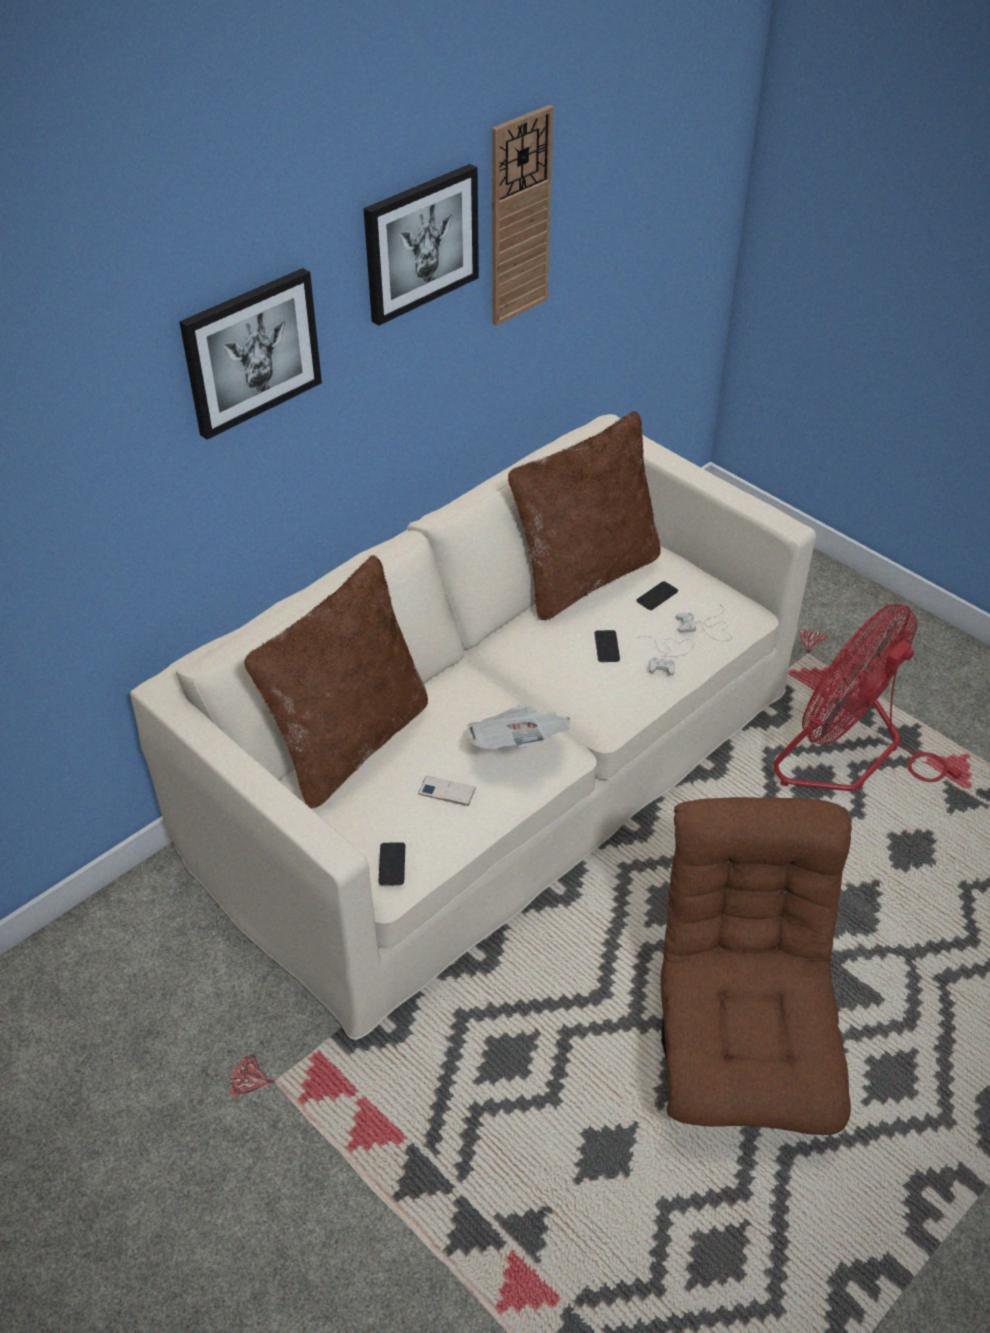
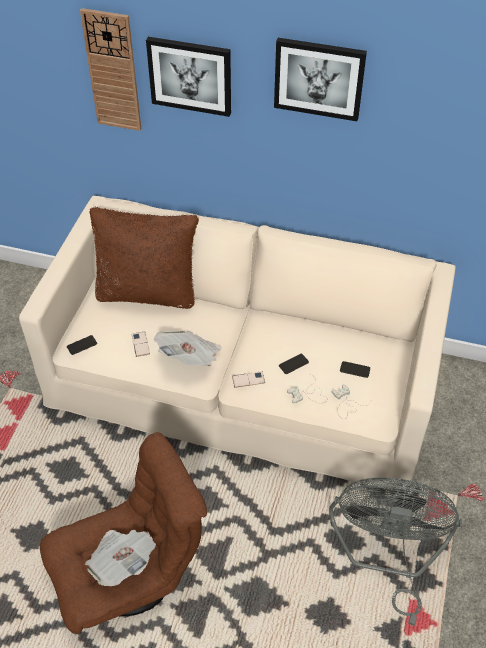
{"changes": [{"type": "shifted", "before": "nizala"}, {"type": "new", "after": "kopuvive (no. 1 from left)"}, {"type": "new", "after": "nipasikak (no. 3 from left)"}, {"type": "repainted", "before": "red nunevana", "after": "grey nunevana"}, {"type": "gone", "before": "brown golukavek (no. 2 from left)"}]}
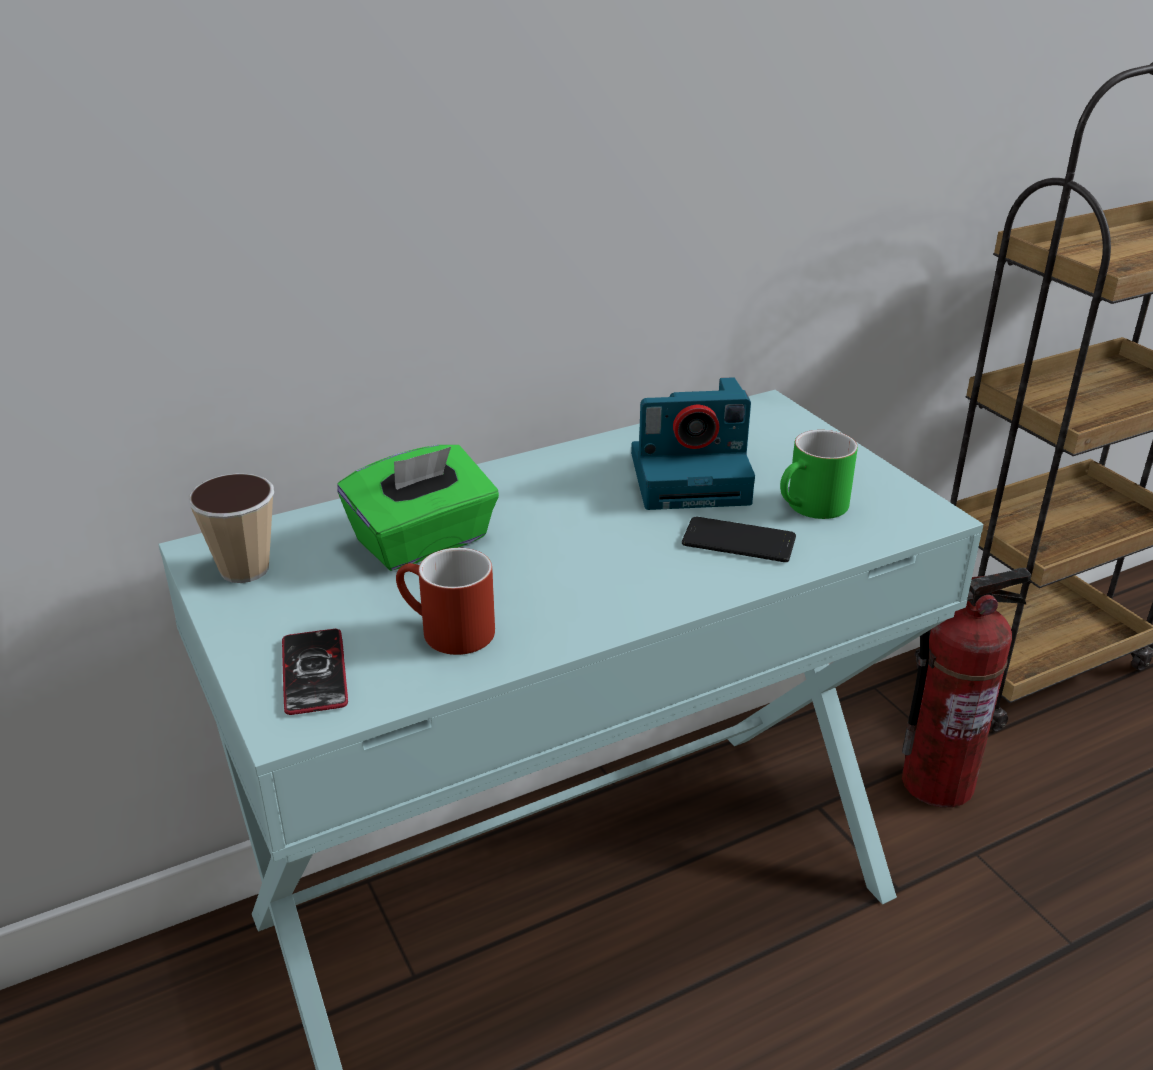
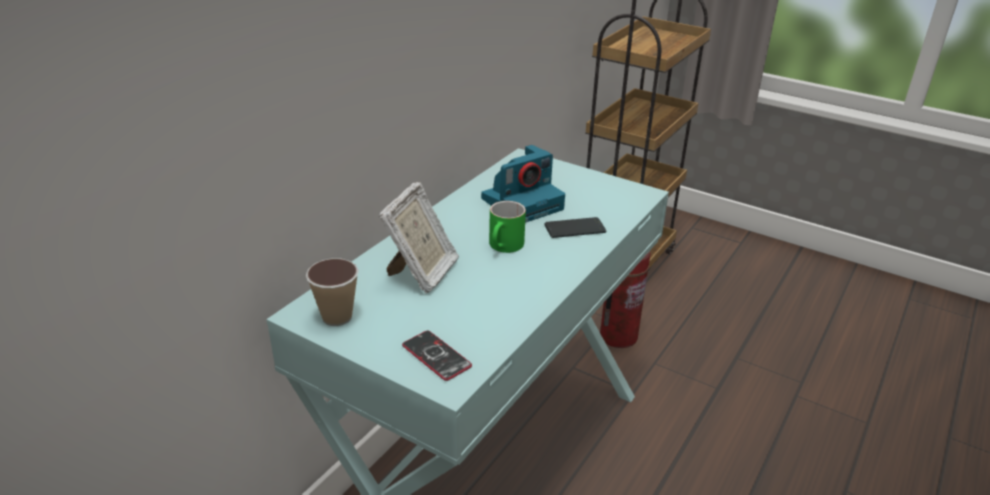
{"changes": [{"type": "swapped", "before": "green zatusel", "after": "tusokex"}, {"type": "shifted", "before": "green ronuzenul"}, {"type": "gone", "before": "red ronuzenul"}]}
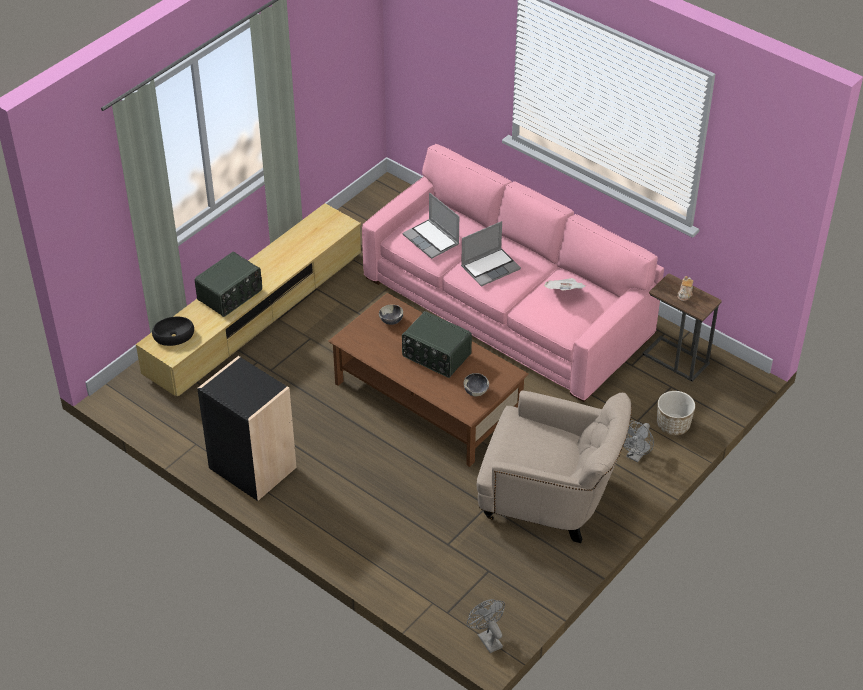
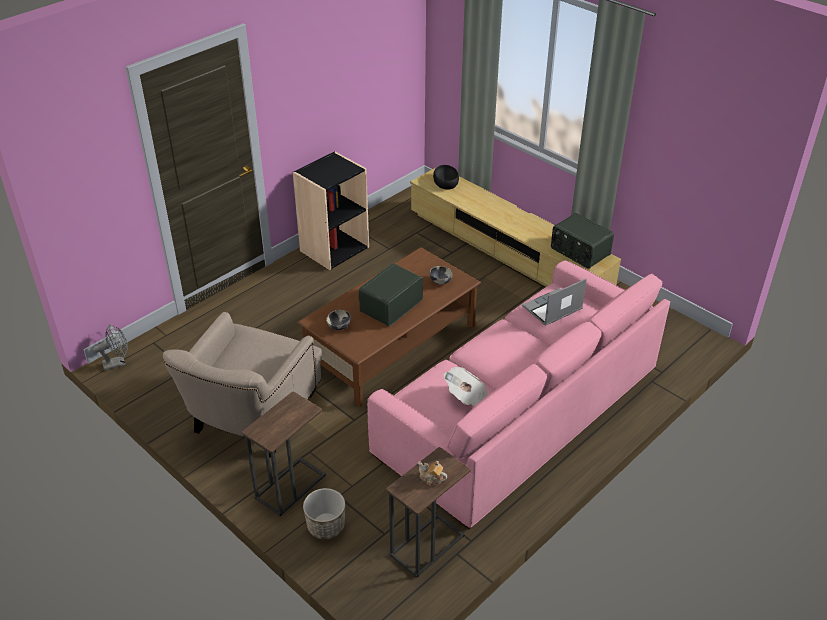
{"changes": [{"type": "swapped", "before": "grey nunevana (no. 2 from left)", "after": "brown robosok (no. 1 from left)"}, {"type": "shifted", "before": "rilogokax (no. 1 from left in the first image)", "after": "rilogokax (no. 2 from left)"}, {"type": "gone", "before": "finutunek (no. 2 from left)"}]}
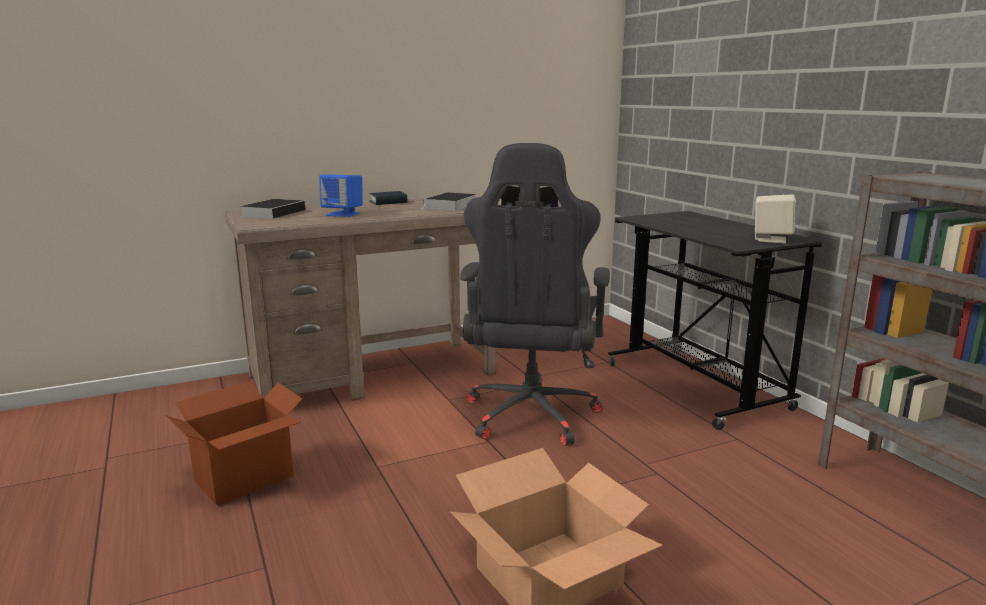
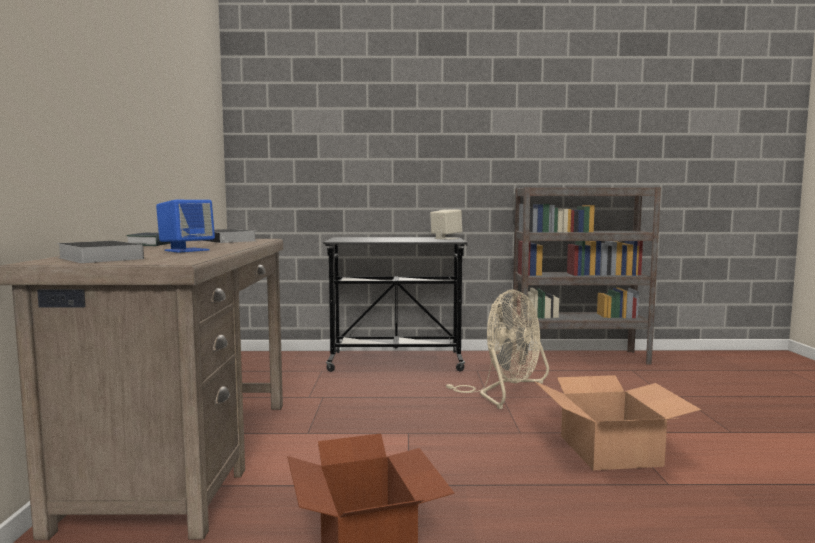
{"changes": [{"type": "new", "after": "beige nunevana"}, {"type": "gone", "before": "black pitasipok"}]}
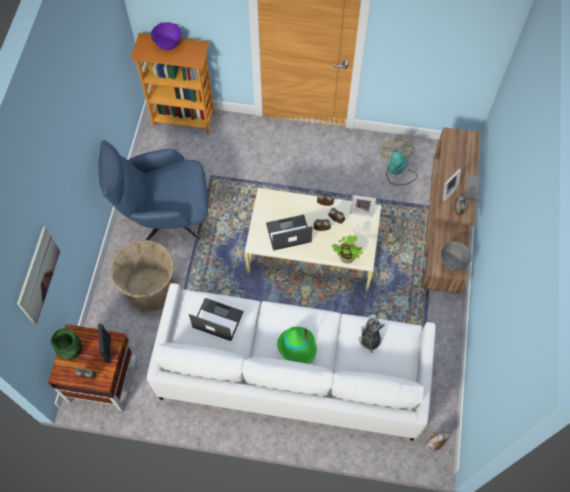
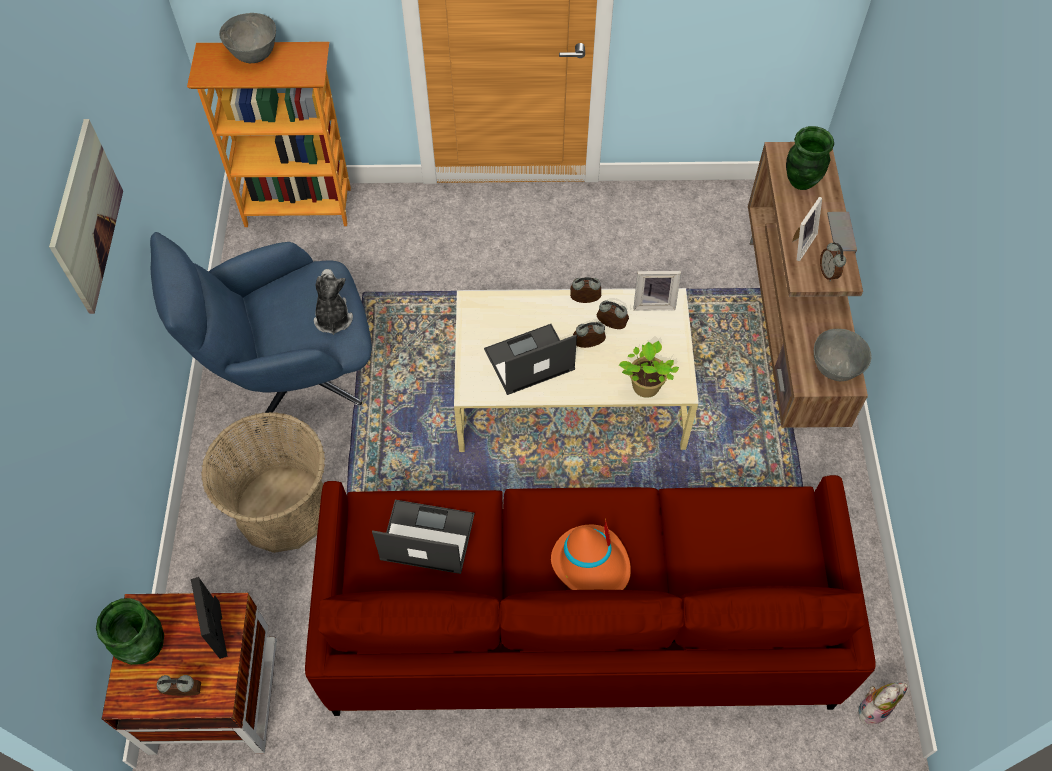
{"changes": [{"type": "shifted", "before": "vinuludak"}, {"type": "repainted", "before": "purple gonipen", "after": "grey gonipen (no. 1 from left)"}, {"type": "repainted", "before": "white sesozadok", "after": "red sesozadok"}, {"type": "shifted", "before": "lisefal (no. 1 from left)"}, {"type": "repainted", "before": "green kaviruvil", "after": "orange kaviruvil"}, {"type": "new", "after": "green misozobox (no. 2 from left)"}, {"type": "gone", "before": "nunevana"}]}
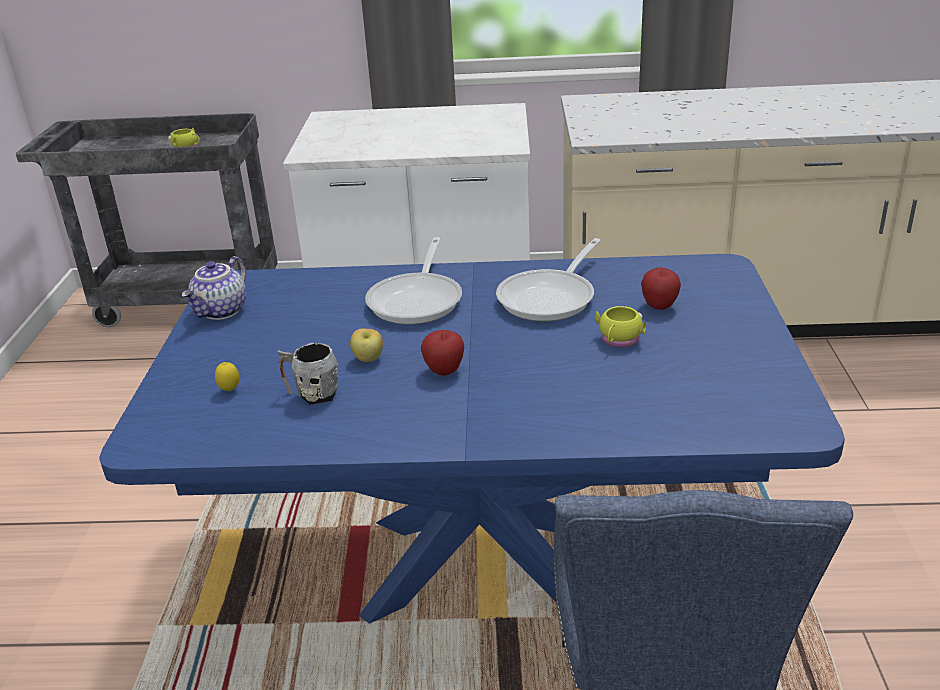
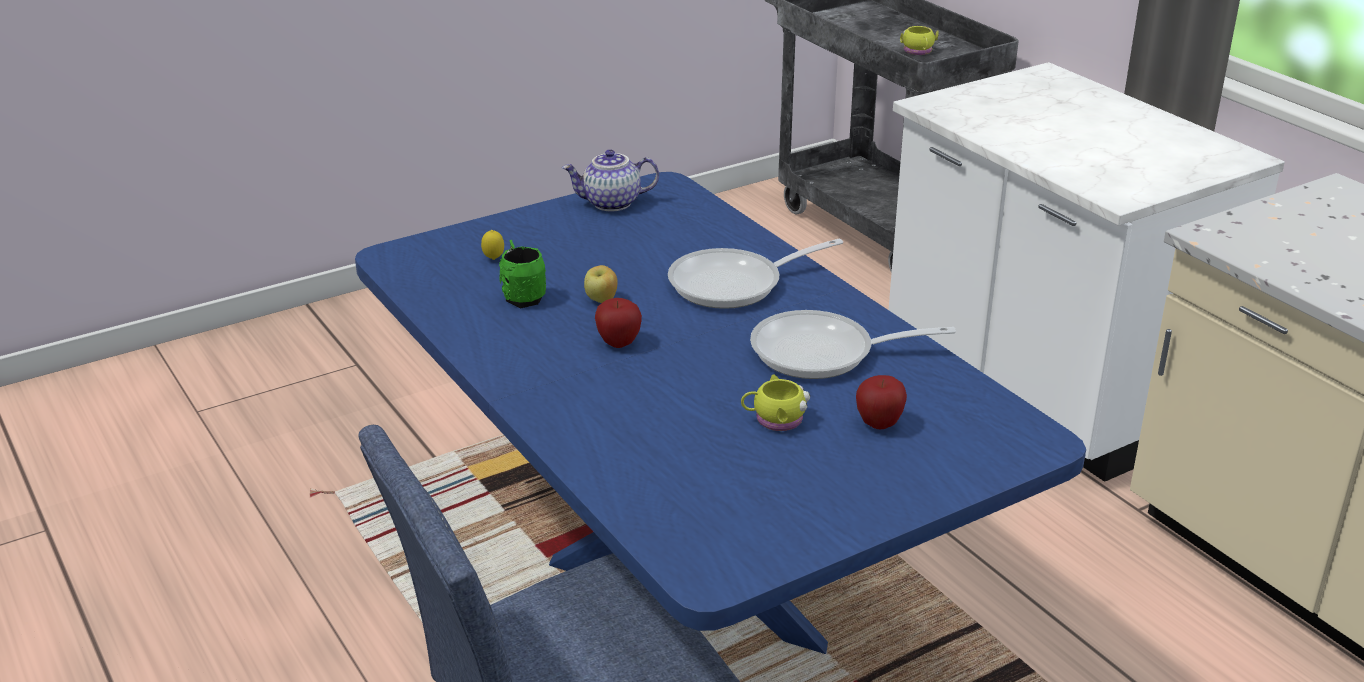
{"changes": [{"type": "repainted", "before": "grey ronuzenul", "after": "green ronuzenul"}]}
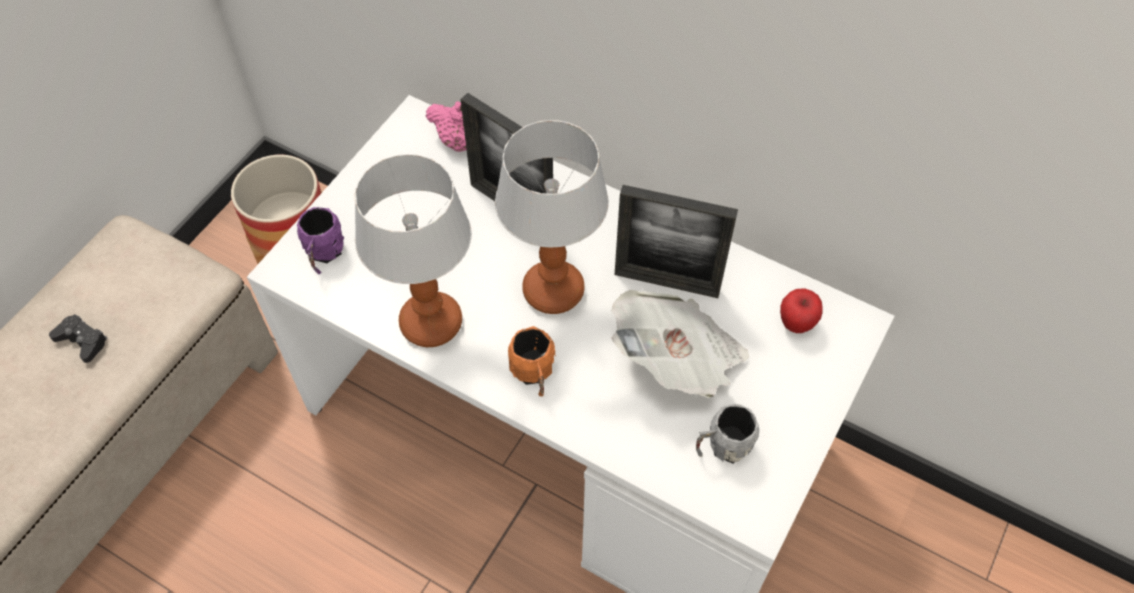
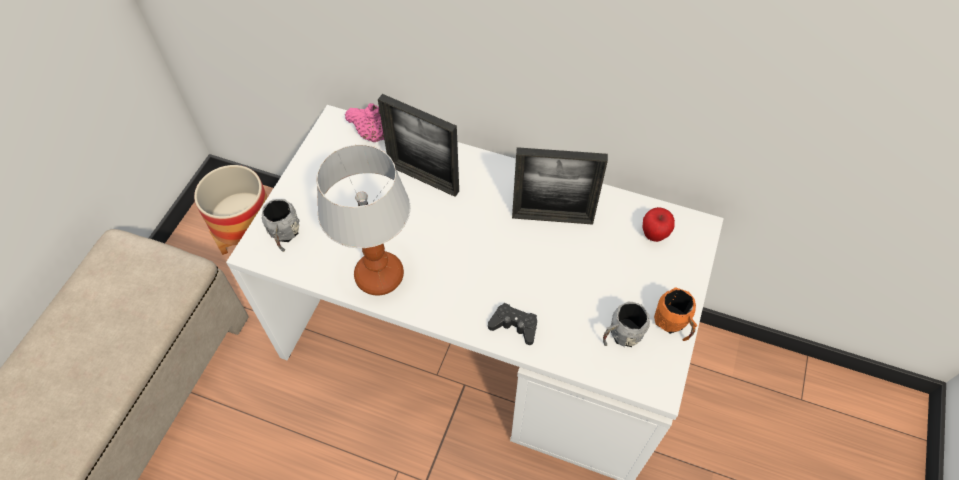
{"changes": [{"type": "repainted", "before": "purple ronuzenul", "after": "grey ronuzenul (no. 1 from left)"}, {"type": "shifted", "before": "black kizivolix"}, {"type": "shifted", "before": "orange ronuzenul"}, {"type": "gone", "before": "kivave (no. 2 from left)"}, {"type": "gone", "before": "kopuvive"}]}
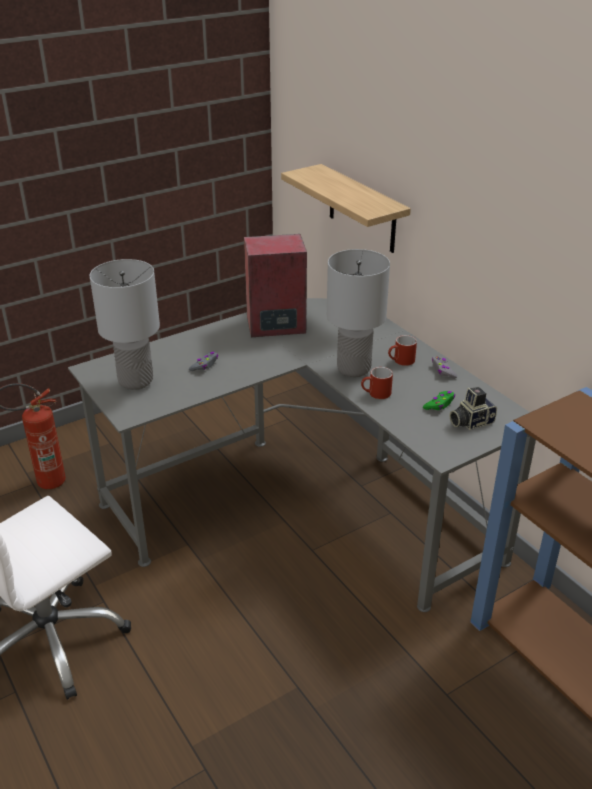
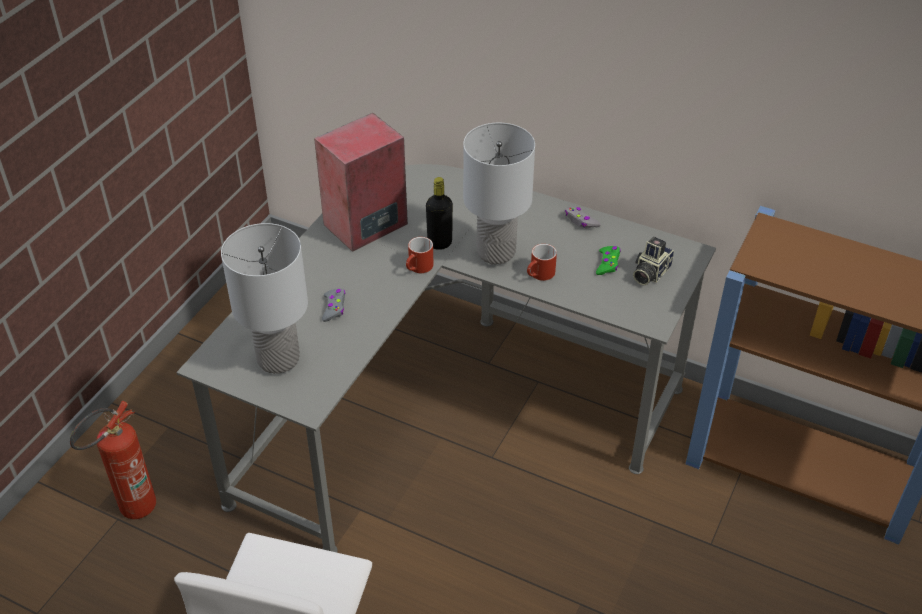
{"changes": [{"type": "shifted", "before": "red ronuzenul (no. 2 from left in the first image)", "after": "red ronuzenul (no. 1 from left)"}, {"type": "new", "after": "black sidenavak"}, {"type": "gone", "before": "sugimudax"}]}
